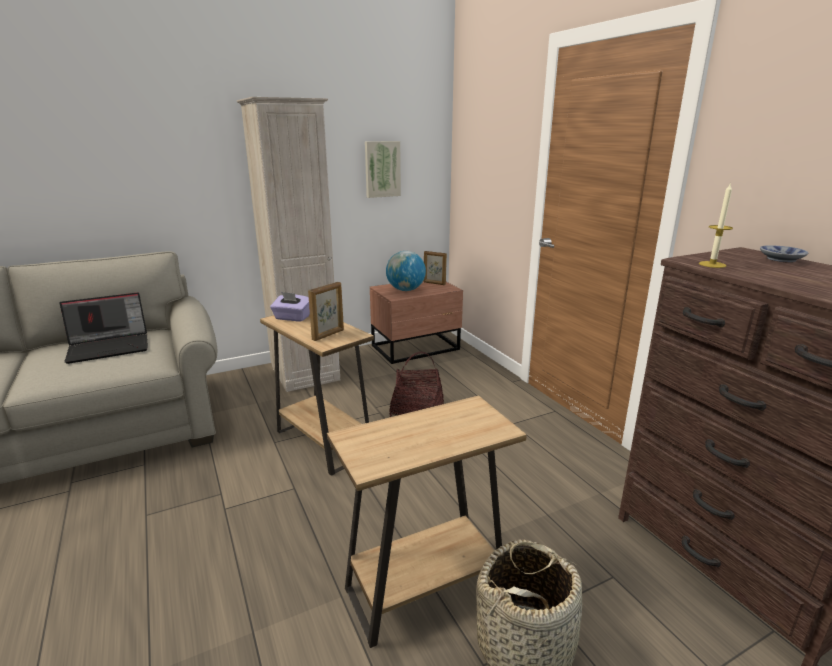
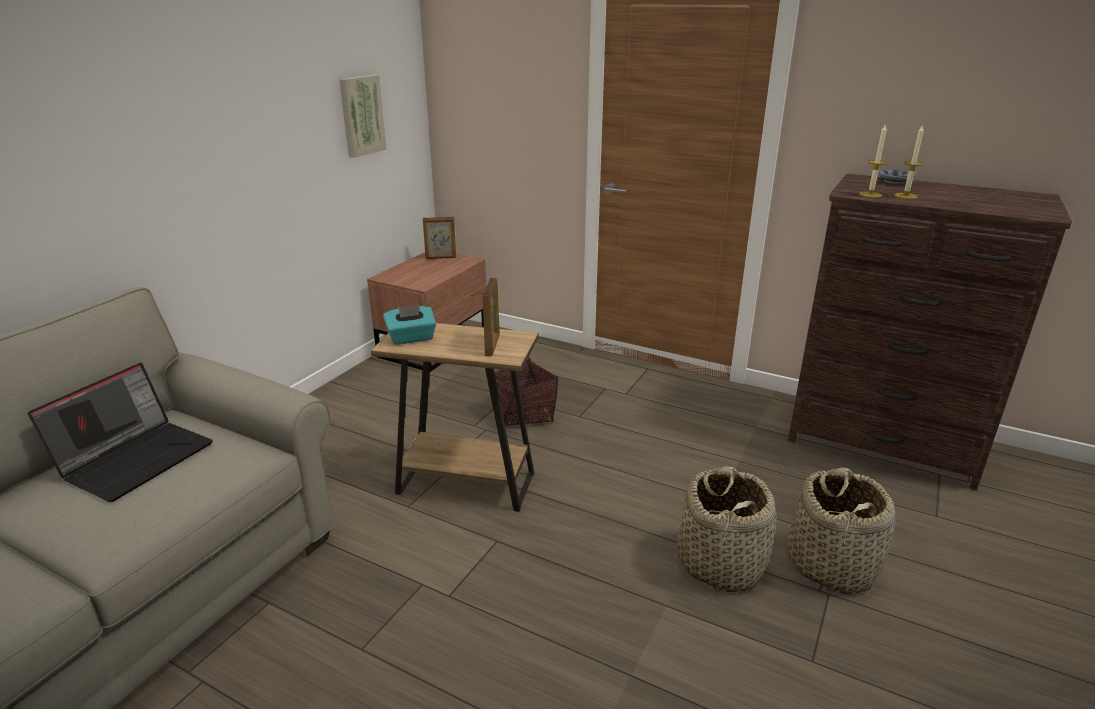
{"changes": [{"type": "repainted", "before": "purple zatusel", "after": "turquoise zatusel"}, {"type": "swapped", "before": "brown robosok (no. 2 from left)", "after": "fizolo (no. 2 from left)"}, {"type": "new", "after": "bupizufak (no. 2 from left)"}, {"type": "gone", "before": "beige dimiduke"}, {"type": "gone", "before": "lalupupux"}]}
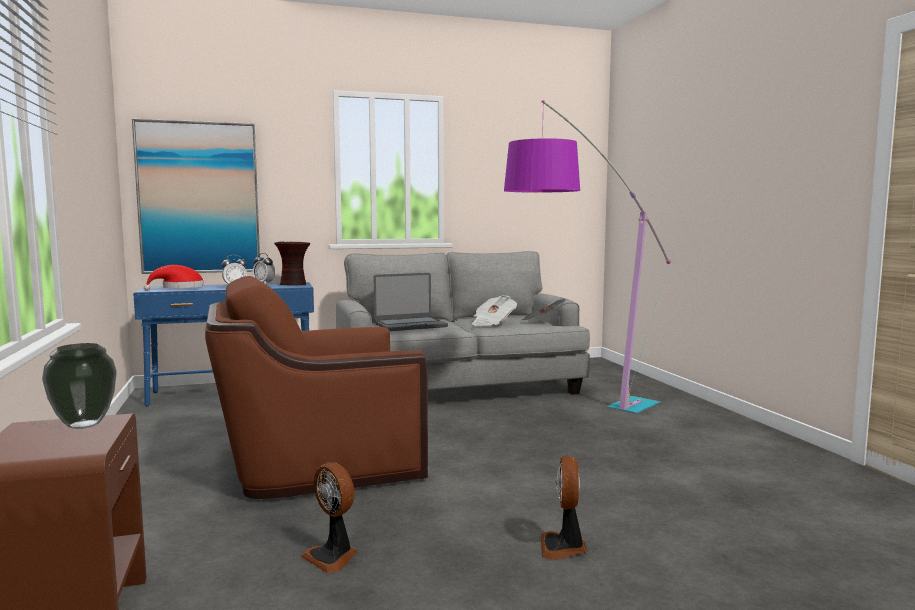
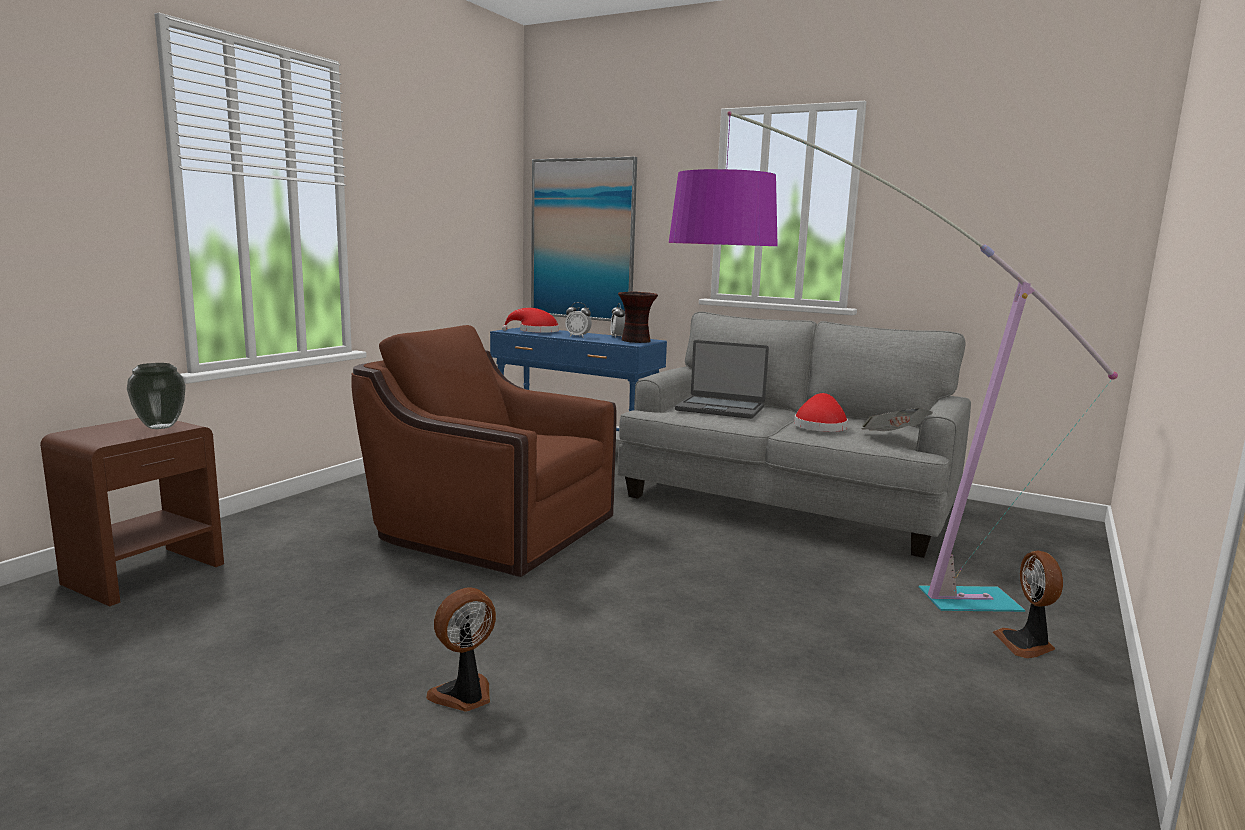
{"changes": [{"type": "swapped", "before": "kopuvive (no. 1 from left)", "after": "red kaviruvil (no. 2 from left)"}, {"type": "shifted", "before": "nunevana (no. 1 from left in the first image)", "after": "nunevana (no. 2 from left)"}]}
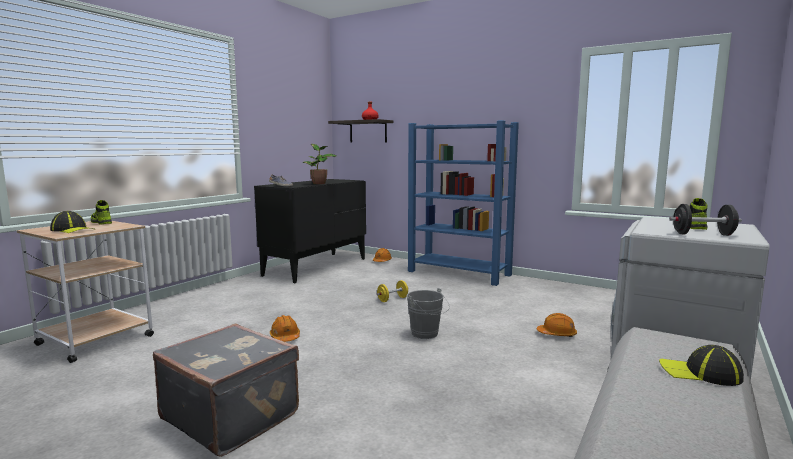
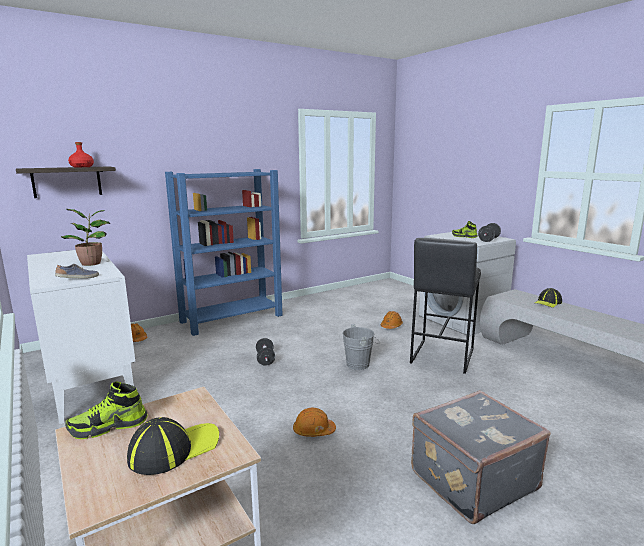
{"changes": [{"type": "repainted", "before": "black dimiduke", "after": "white dimiduke"}, {"type": "repainted", "before": "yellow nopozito", "after": "black nopozito (no. 1 from left)"}, {"type": "new", "after": "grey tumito"}]}
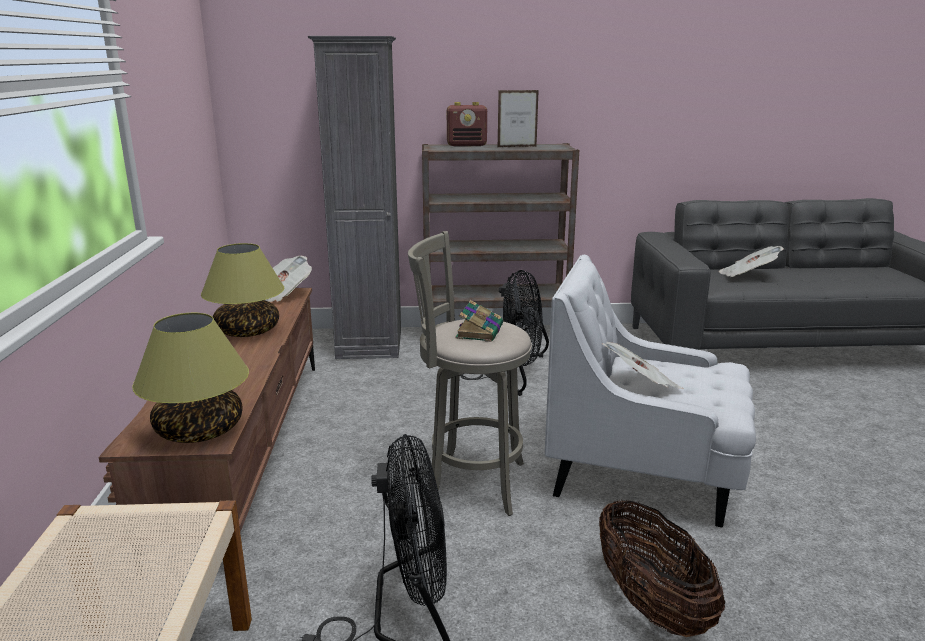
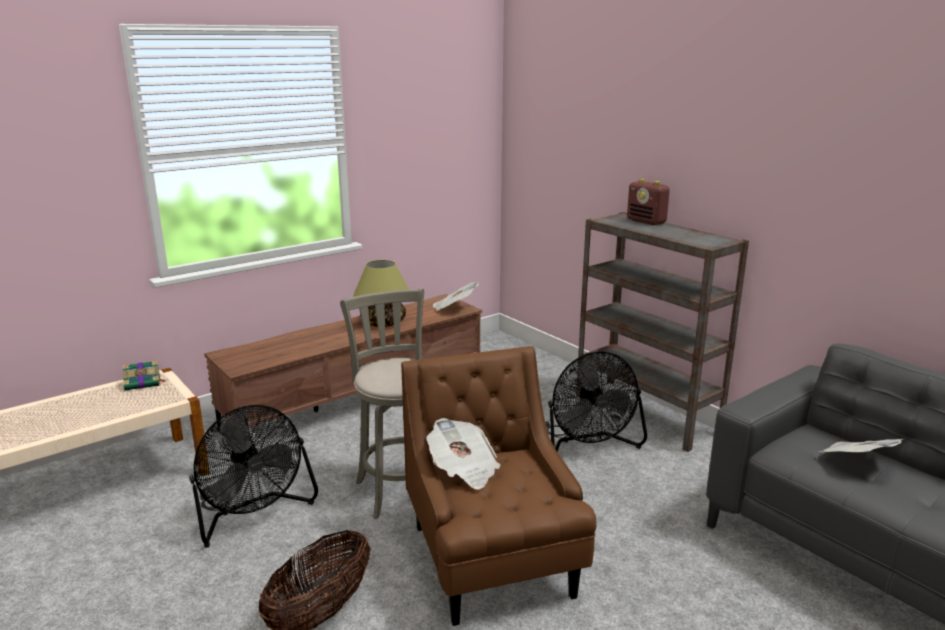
{"changes": [{"type": "shifted", "before": "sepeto"}, {"type": "repainted", "before": "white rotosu", "after": "brown rotosu"}, {"type": "gone", "before": "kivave (no. 1 from left)"}, {"type": "gone", "before": "grey dimiduke"}, {"type": "gone", "before": "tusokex"}]}
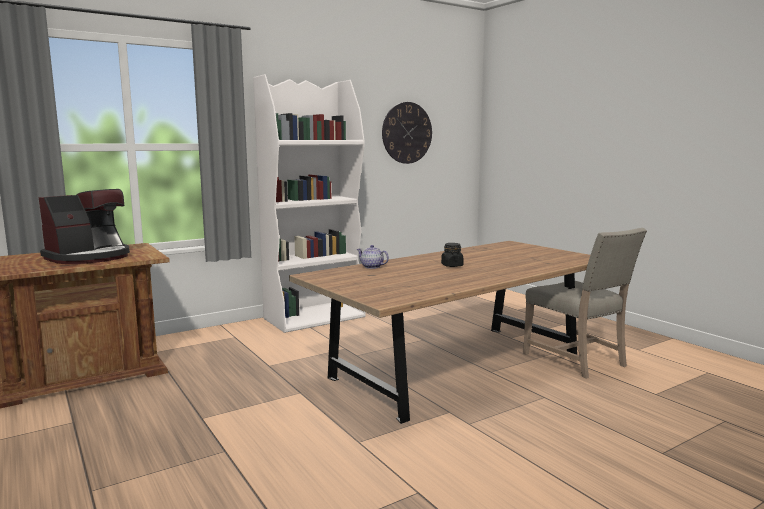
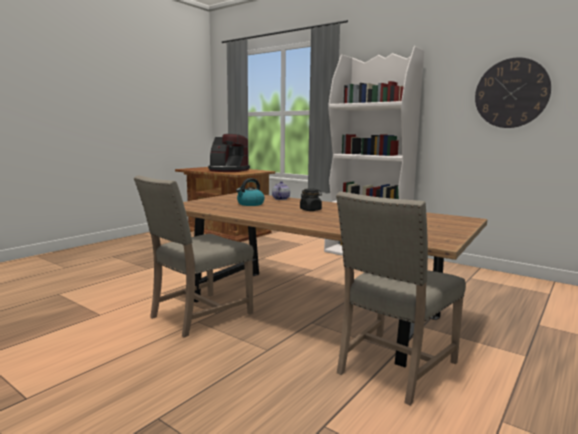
{"changes": [{"type": "new", "after": "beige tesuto (no. 1 from left)"}, {"type": "new", "after": "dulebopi"}]}
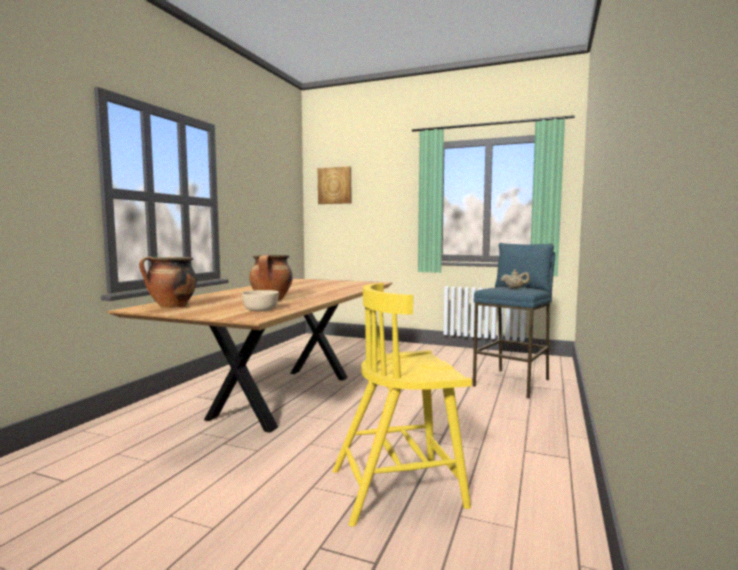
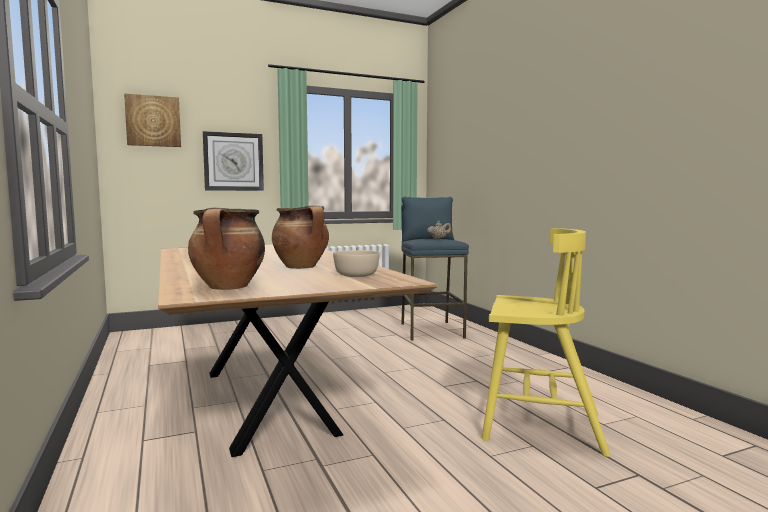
{"changes": [{"type": "new", "after": "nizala"}, {"type": "rotated", "before": "yellow tesuto", "turn": -105}]}
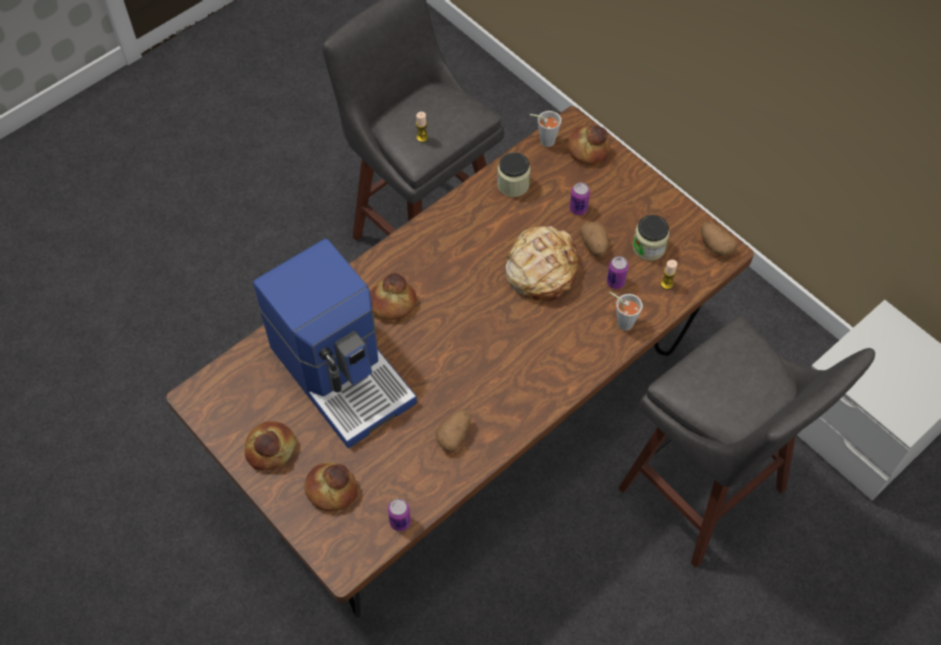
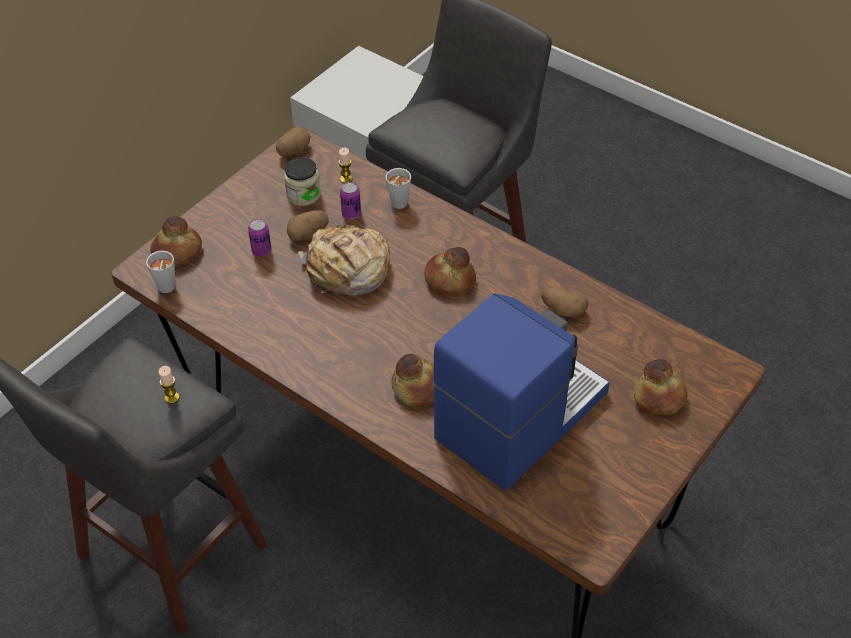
{"changes": [{"type": "shifted", "before": "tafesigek (no. 1 from left in the first image)", "after": "tafesigek (no. 4 from left)"}, {"type": "gone", "before": "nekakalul (no. 1 from left)"}, {"type": "gone", "before": "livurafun (no. 1 from left)"}]}
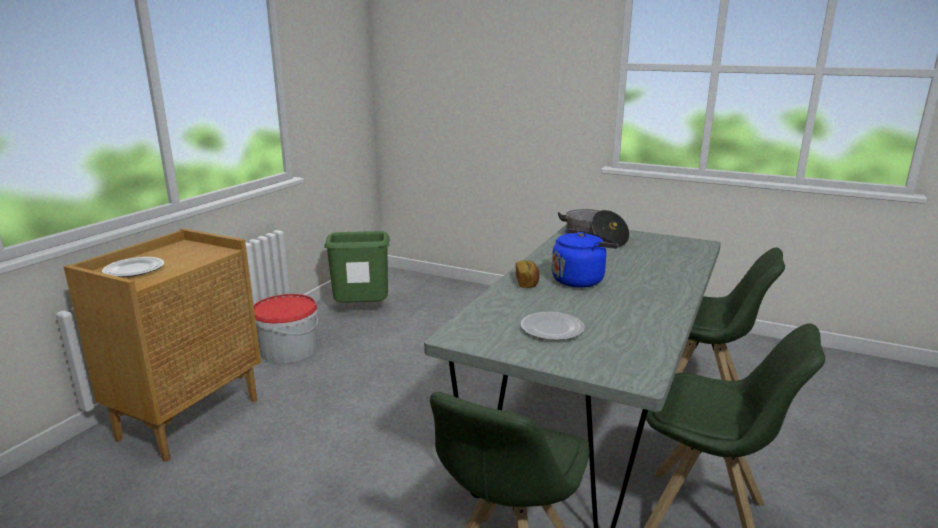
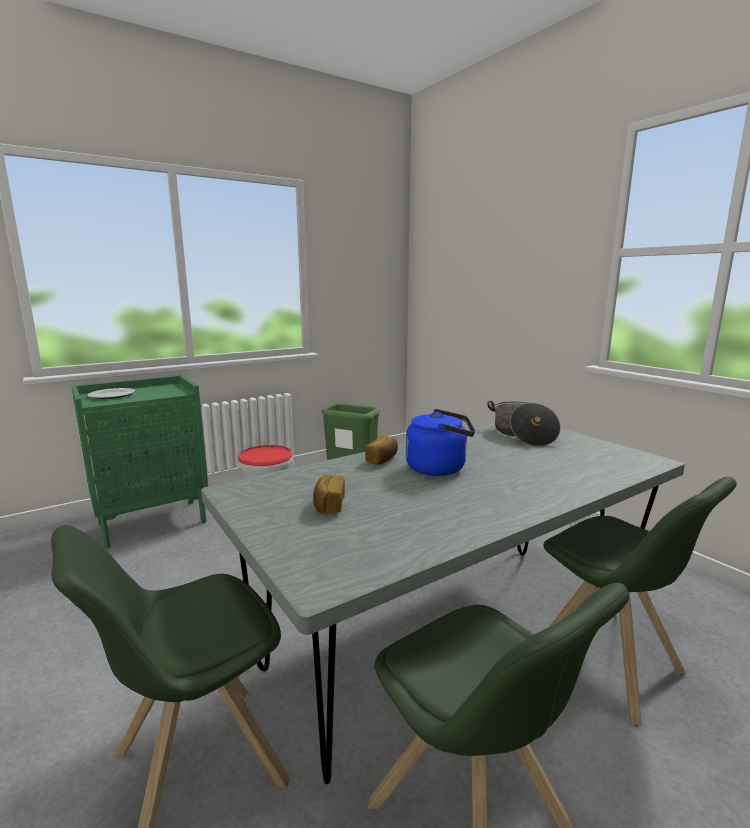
{"changes": [{"type": "repainted", "before": "brown dimiduke", "after": "green dimiduke"}, {"type": "swapped", "before": "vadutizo (no. 2 from left)", "after": "tafesigek (no. 1 from left)"}]}
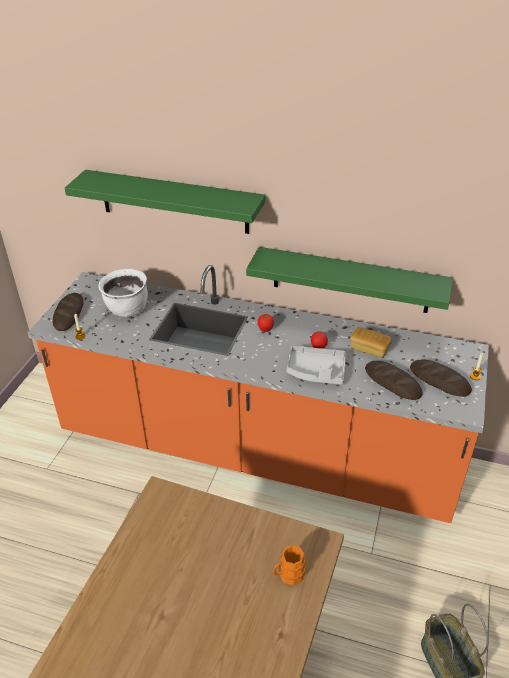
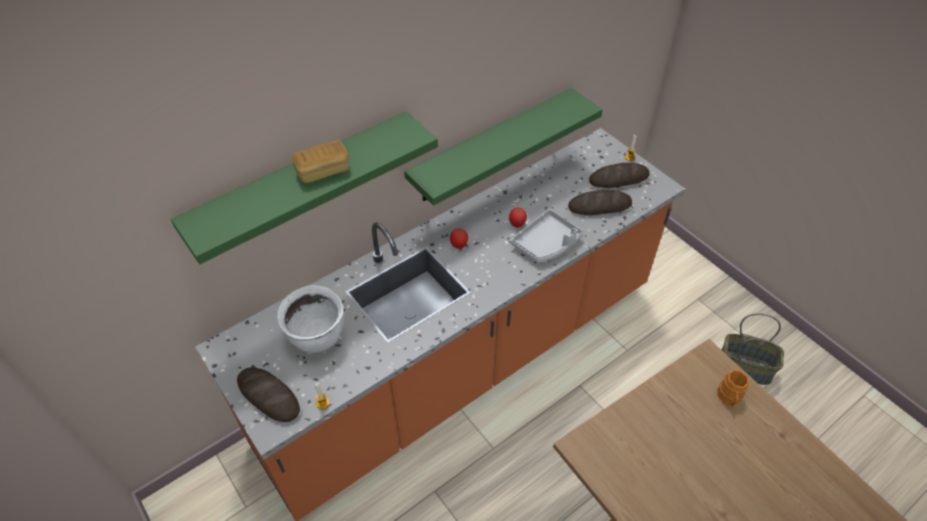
{"changes": [{"type": "shifted", "before": "tafesigek (no. 2 from left)"}]}
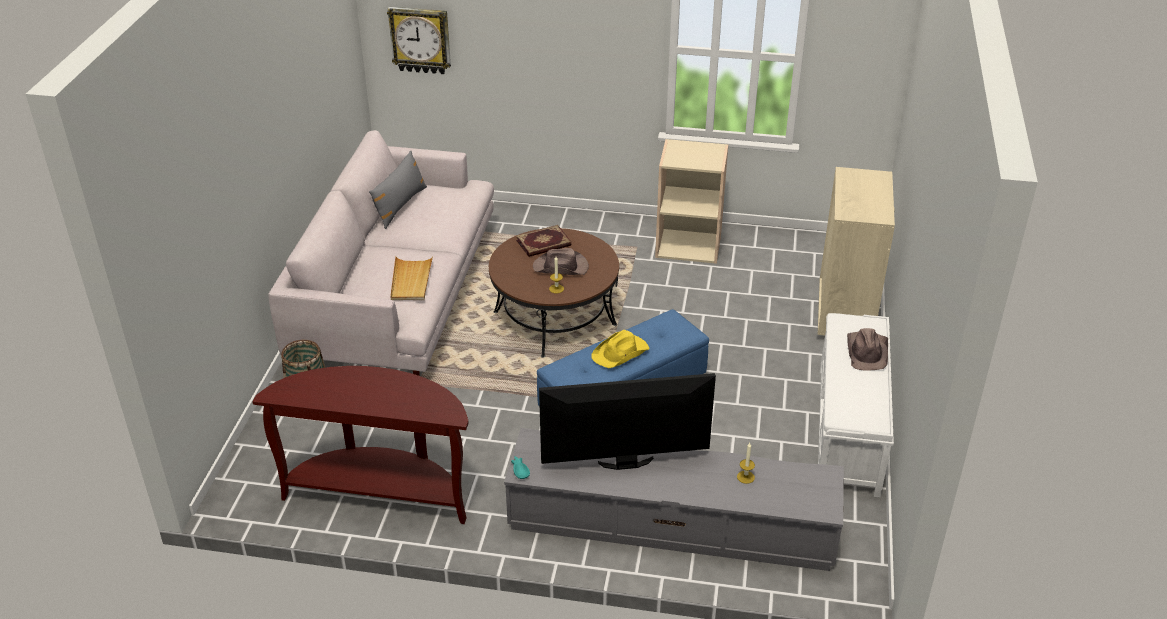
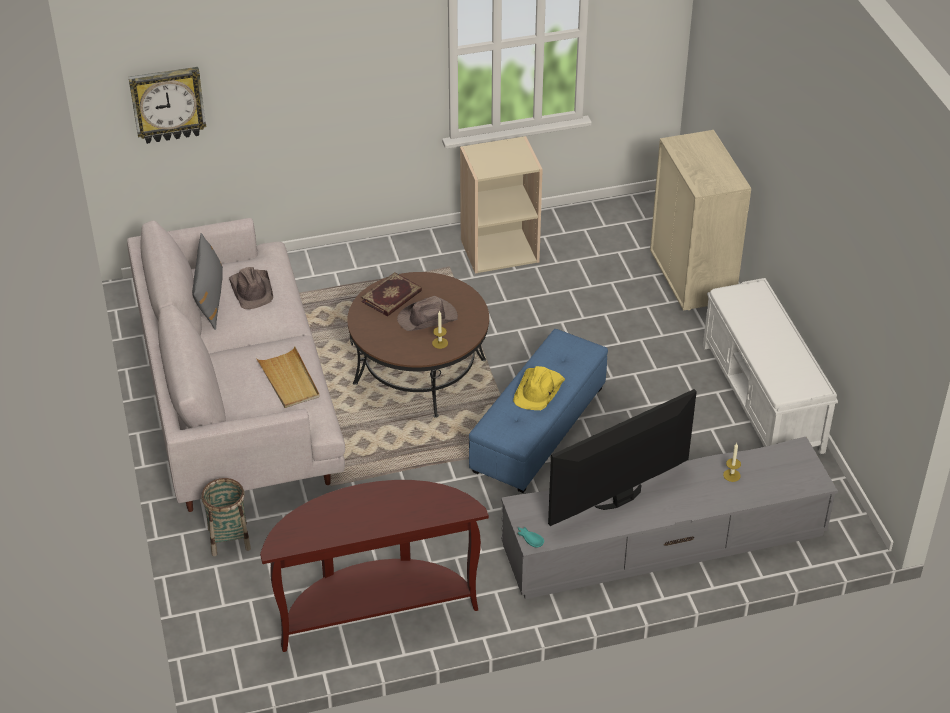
{"changes": [{"type": "shifted", "before": "brown kaviruvil (no. 2 from left in the first image)", "after": "brown kaviruvil (no. 1 from left)"}]}
